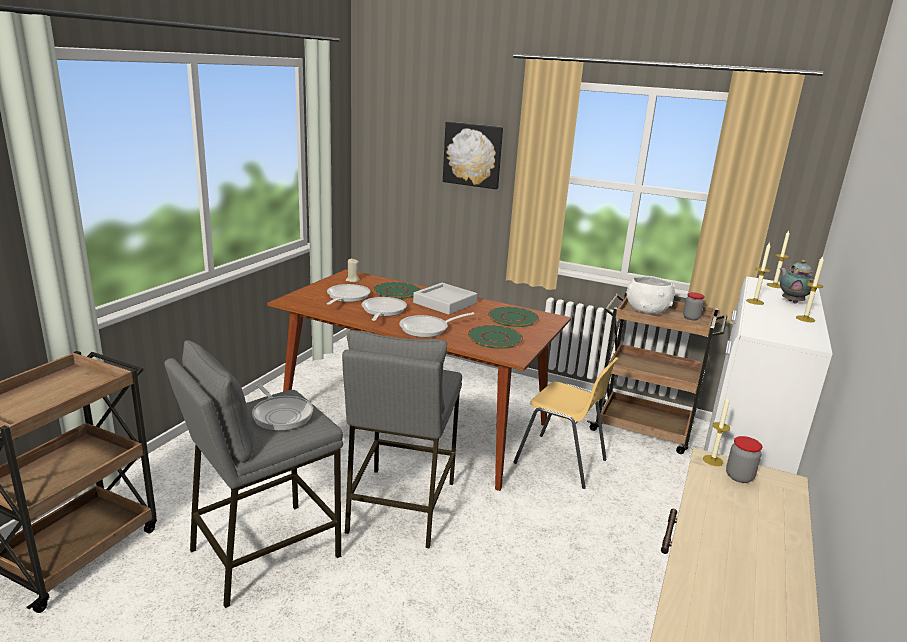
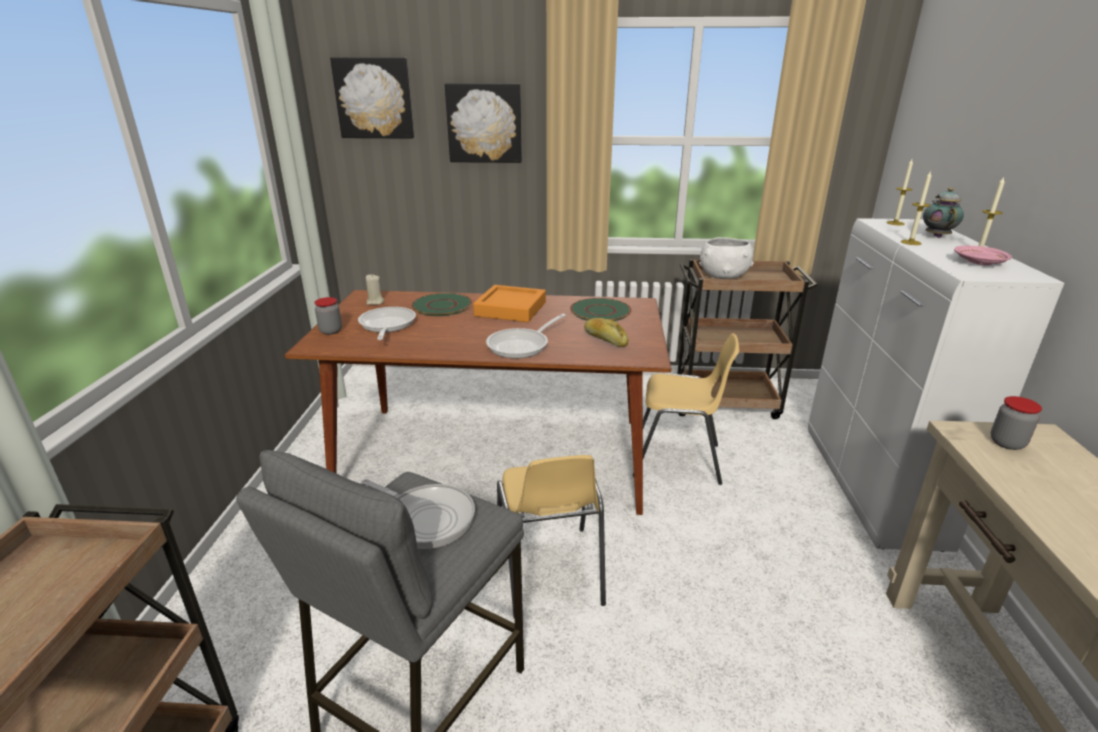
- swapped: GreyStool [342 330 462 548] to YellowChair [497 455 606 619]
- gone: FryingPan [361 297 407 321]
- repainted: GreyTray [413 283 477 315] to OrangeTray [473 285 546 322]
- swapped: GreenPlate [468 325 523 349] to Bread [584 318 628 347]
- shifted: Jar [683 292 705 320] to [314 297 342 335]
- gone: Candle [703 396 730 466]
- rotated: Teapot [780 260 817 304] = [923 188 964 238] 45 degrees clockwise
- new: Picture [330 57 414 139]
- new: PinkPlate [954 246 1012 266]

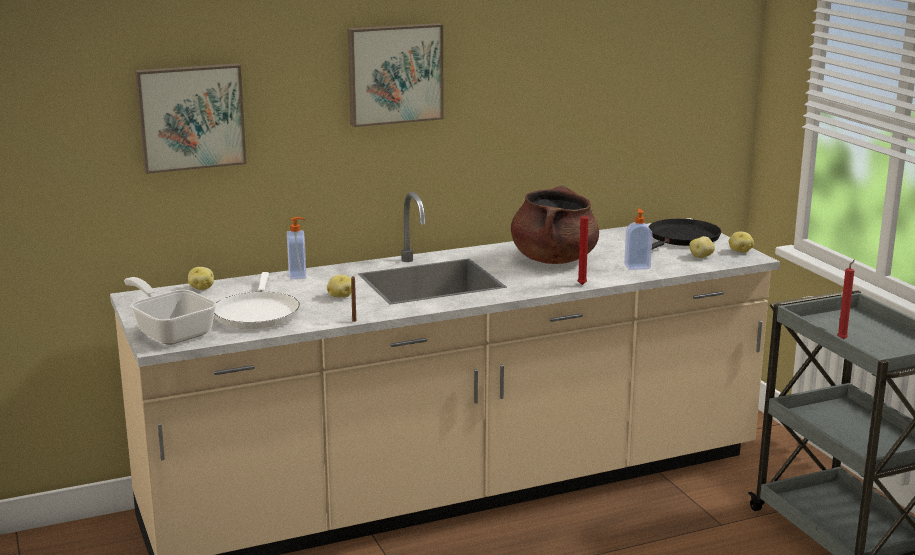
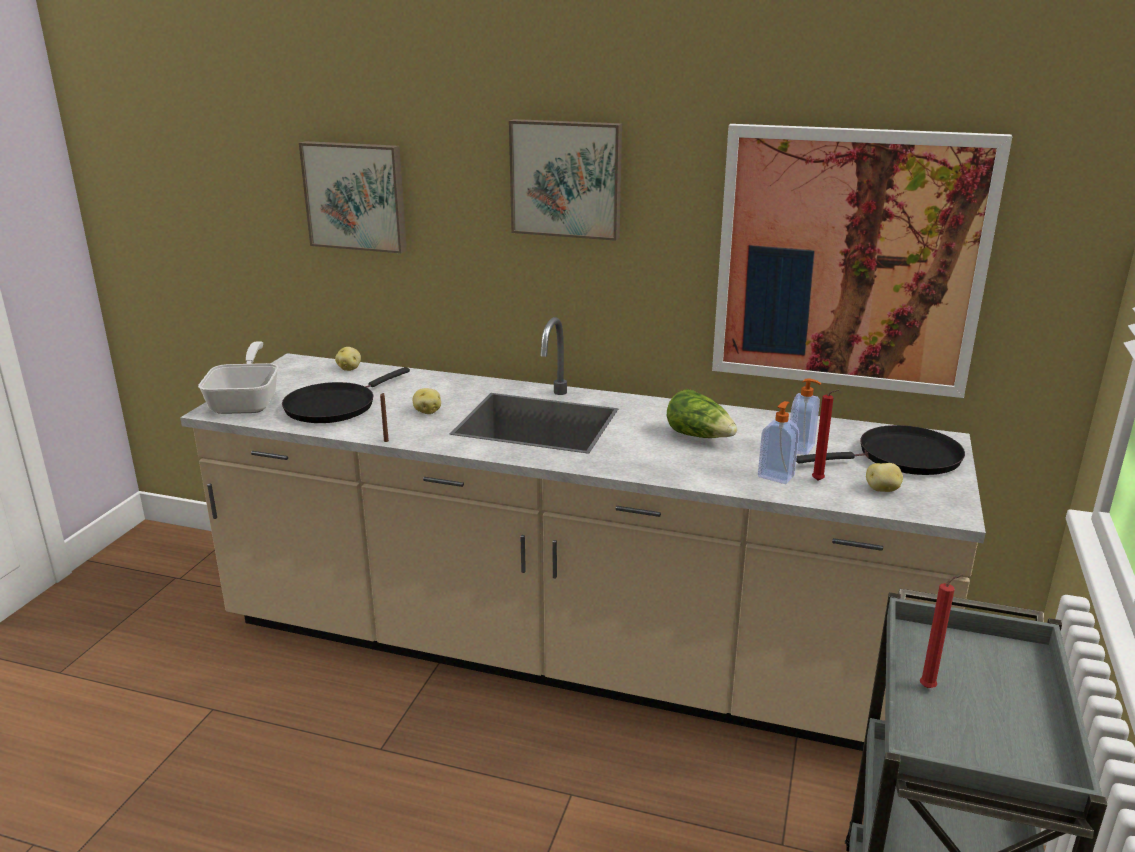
- repainted: WhiteFryingPan [214 272 300 329] to BlackFryingPan [282 367 410 423]
- shifted: SoapDispenser [287 217 306 280] to [790 378 822 455]
- swapped: BrownCookingPot [511 186 599 264] to Lettuce [667 389 737 438]
- shifted: RedCandle [577 210 593 285] to [812 390 839 481]
- gone: Potato [728 232 754 253]
- new: Picture [712 124 1012 398]

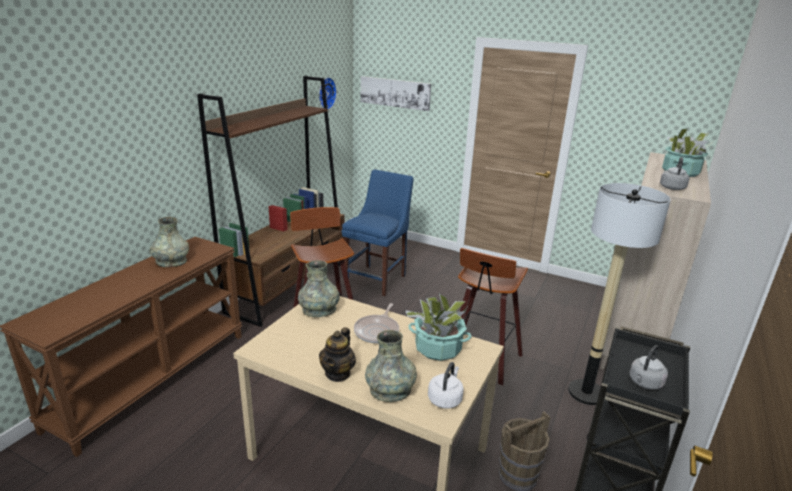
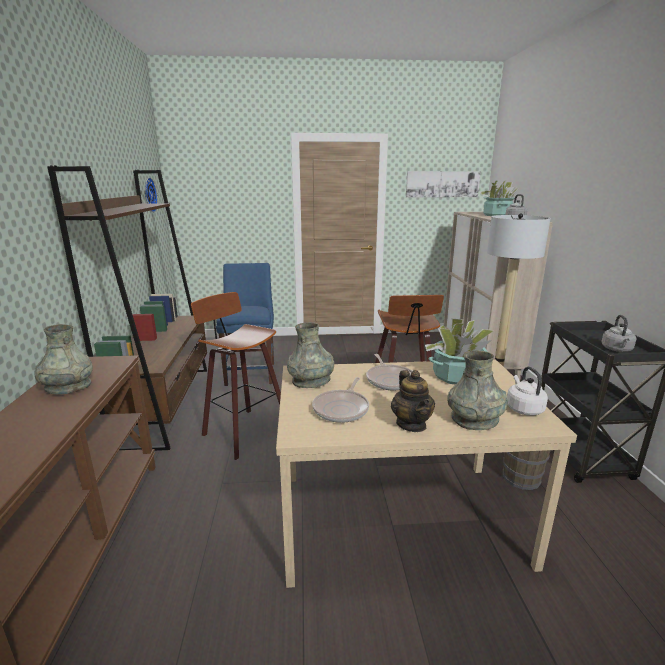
- shifted: Picture [361 76 431 111] to [406 171 481 198]
- new: FryingPan [312 377 369 423]

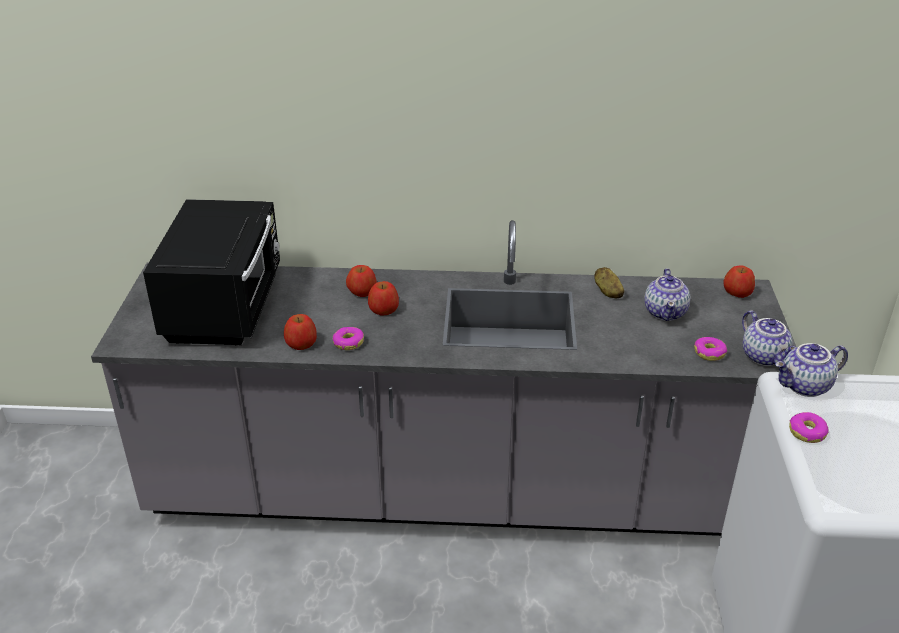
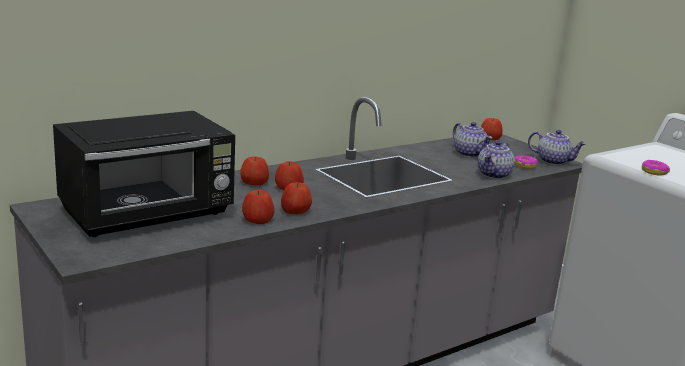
- rotated: BlackMicrowave [143 199 280 345] = [53 111 235 237] 90 degrees clockwise
- swapped: Donut [333 327 364 350] to Apple [281 182 312 214]
- gone: Potato [594 267 624 298]
- shifted: Teapot [775 343 848 397] to [477 141 515 179]

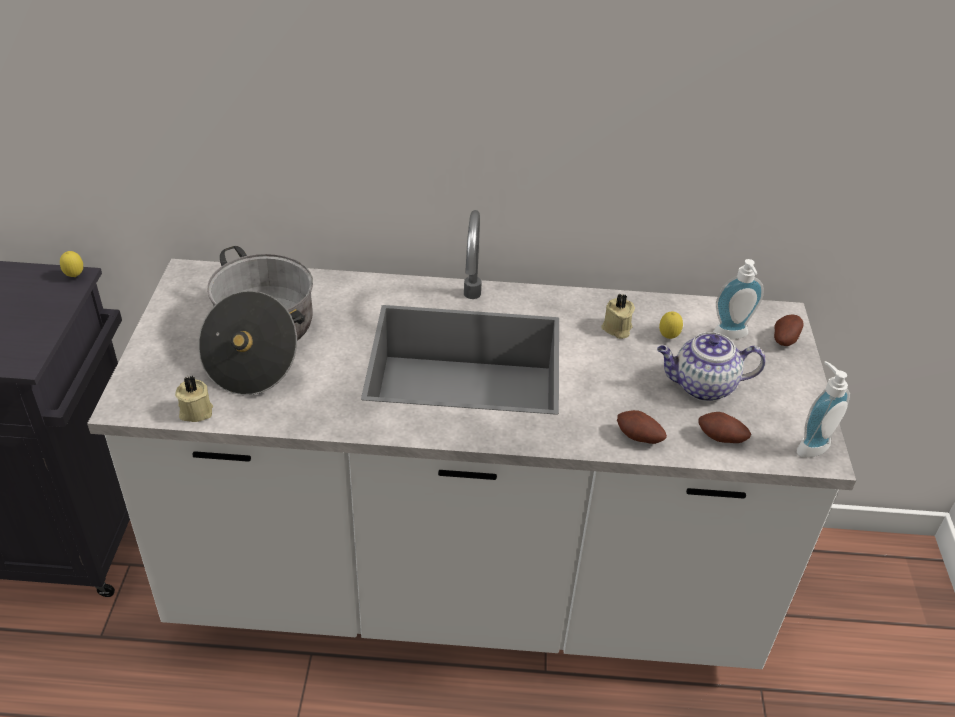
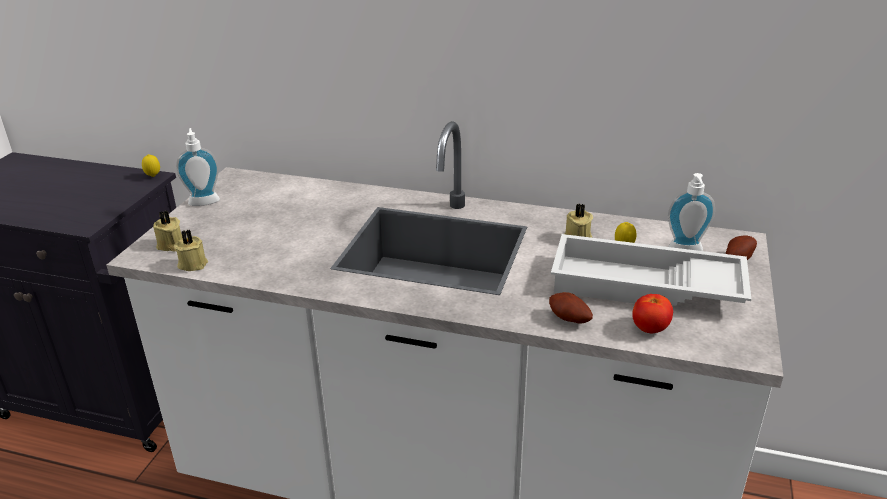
- gone: CookingPot [198 246 313 395]
- swapped: Teapot [657 332 766 402] to WhiteTray [551 234 751 306]
- swapped: Potato [699 412 751 443] to Tomato [632 294 673 333]
- shifted: SoapDispenser [797 361 850 458] to [176 128 220 206]
- new: BeigeCandle [153 211 182 252]

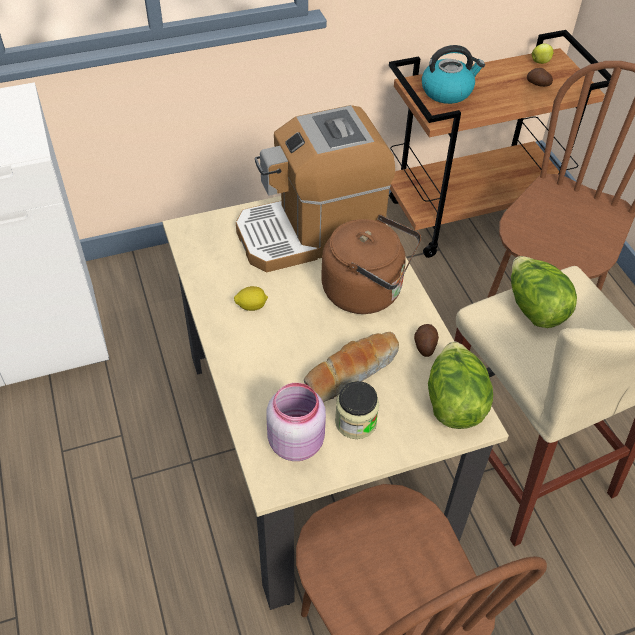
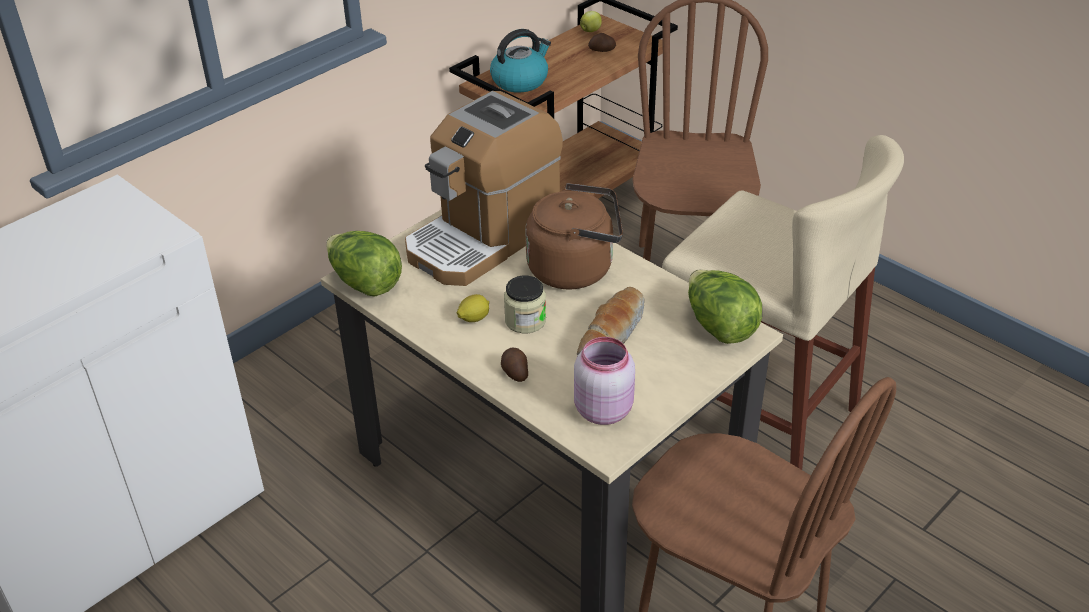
- shifted: Jar [335 381 379 439] to [504 275 546 333]
- shifted: Potato [414 324 439 357] to [501 348 528 382]
- shifted: Lettuce [511 256 577 328] to [326 231 402 297]

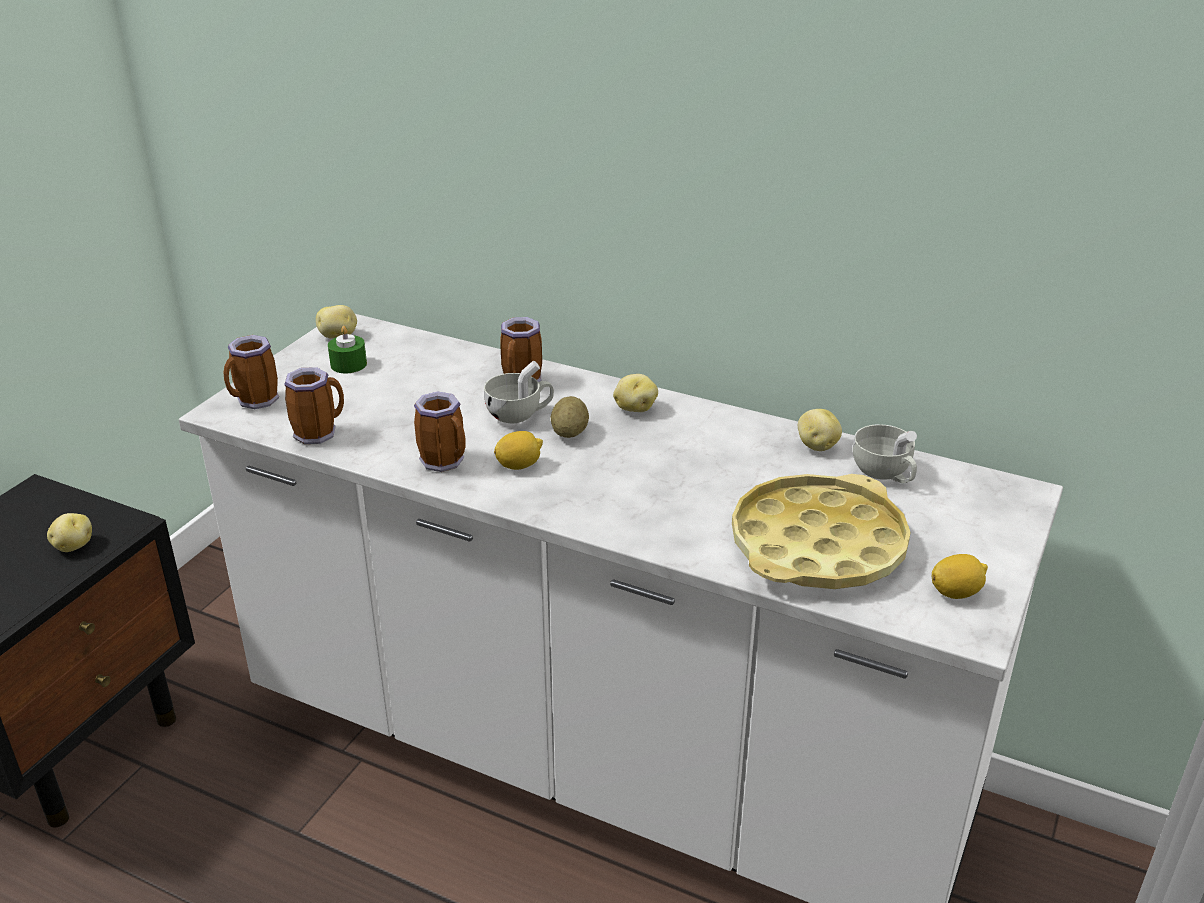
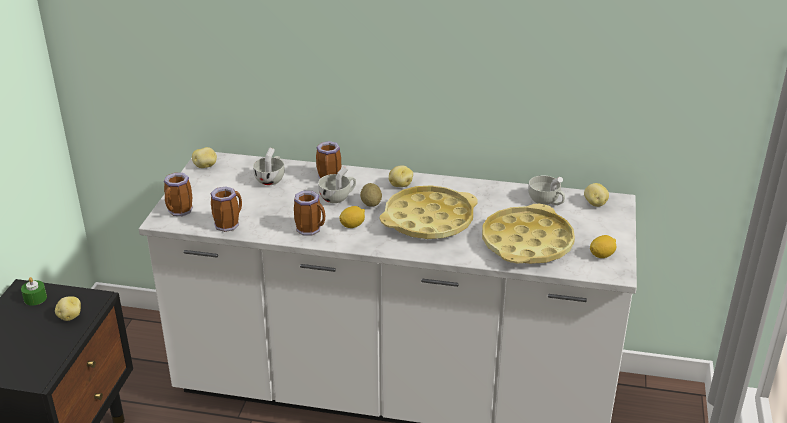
- shifted: GreenCandle [328 326 367 373] to [21 277 47 306]
- shifted: Potato [798 409 842 451] to [584 183 609 207]
- new: WhiteCup [253 148 285 185]
- new: YellowTray [380 185 478 239]

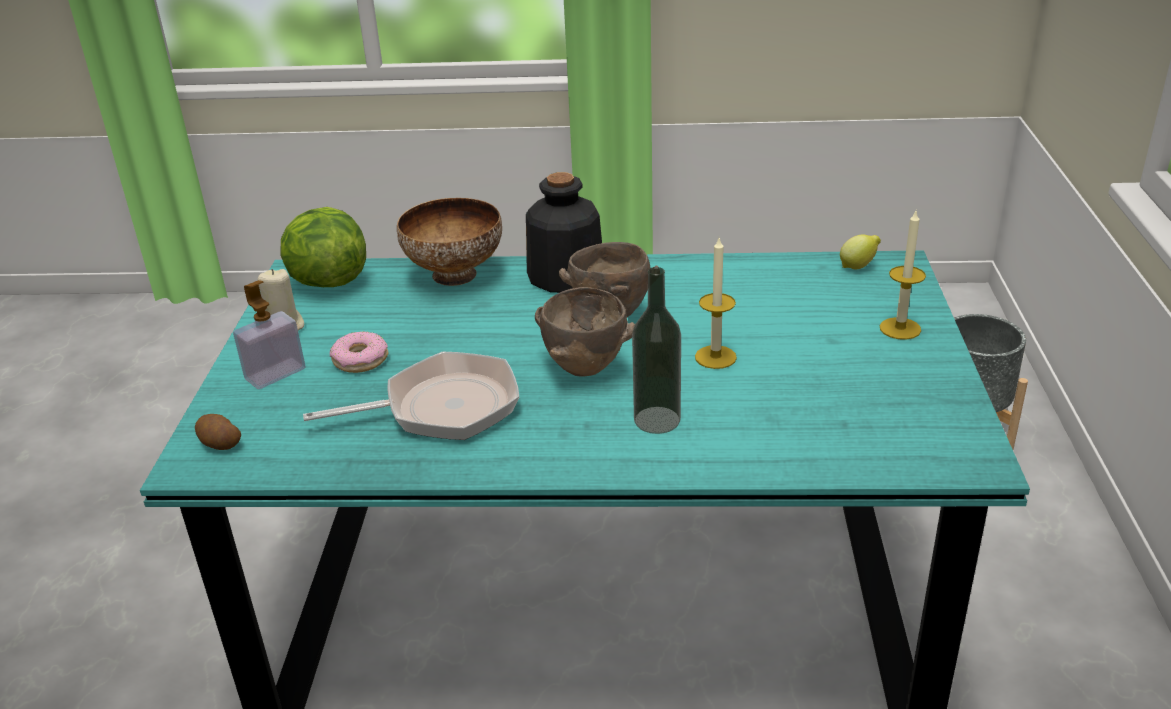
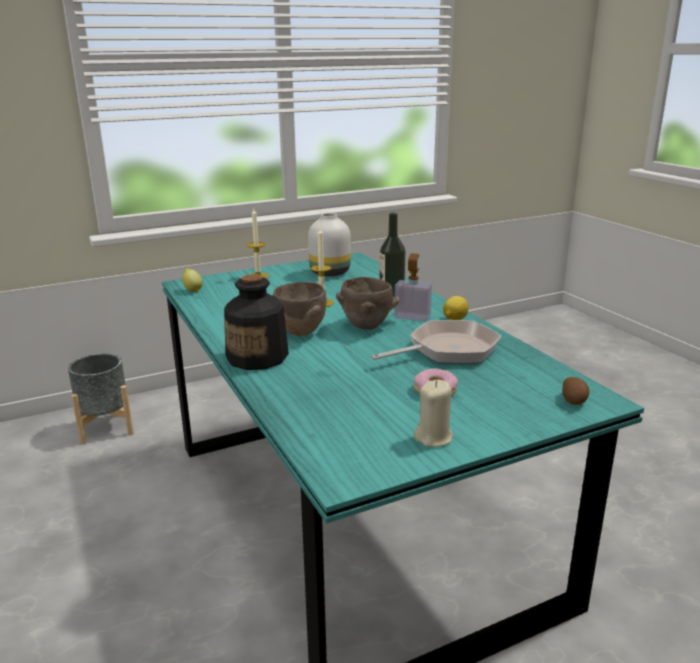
- shifted: SoapDispenser [233 280 305 389] to [394 253 432 322]
- gone: Lettuce [280 207 366 287]
- rotated: FryingPan [303 351 519 440] = [371 320 501 364] 105 degrees clockwise
- gone: Bowl [397 198 502 286]
- new: WhiteVase [308 213 351 276]
- new: Lemon [443 296 469 320]

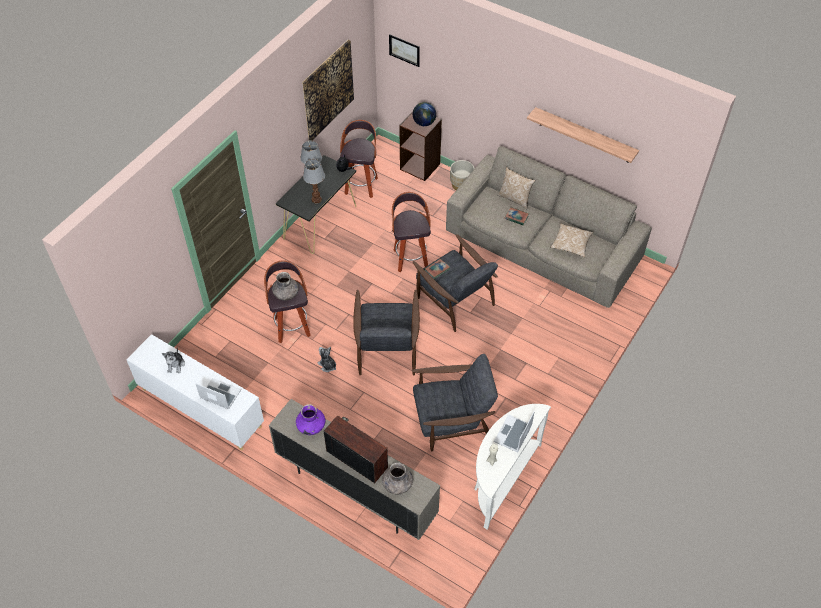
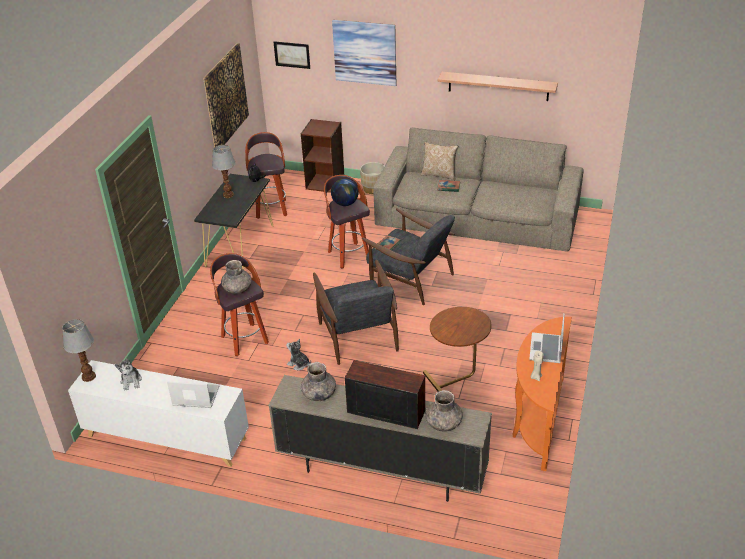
- repainted: PurpleVase [296 404 325 435] to GreyVase [301 362 336 401]
- shifted: TableLamp [303 159 325 203] to [62 319 96 382]
- swapped: GreyArmchair [412 354 498 451] to BrownSideTable [423 307 492 392]
- shifted: Globe [413 102 436 126] to [331 179 358 206]
- repainted: WhiteConsoleTable [474 404 551 530] to OrangeConsoleTable [512 317 572 471]
- gone: Pillow [550 223 593 258]
- new: Picture [332 20 396 86]

